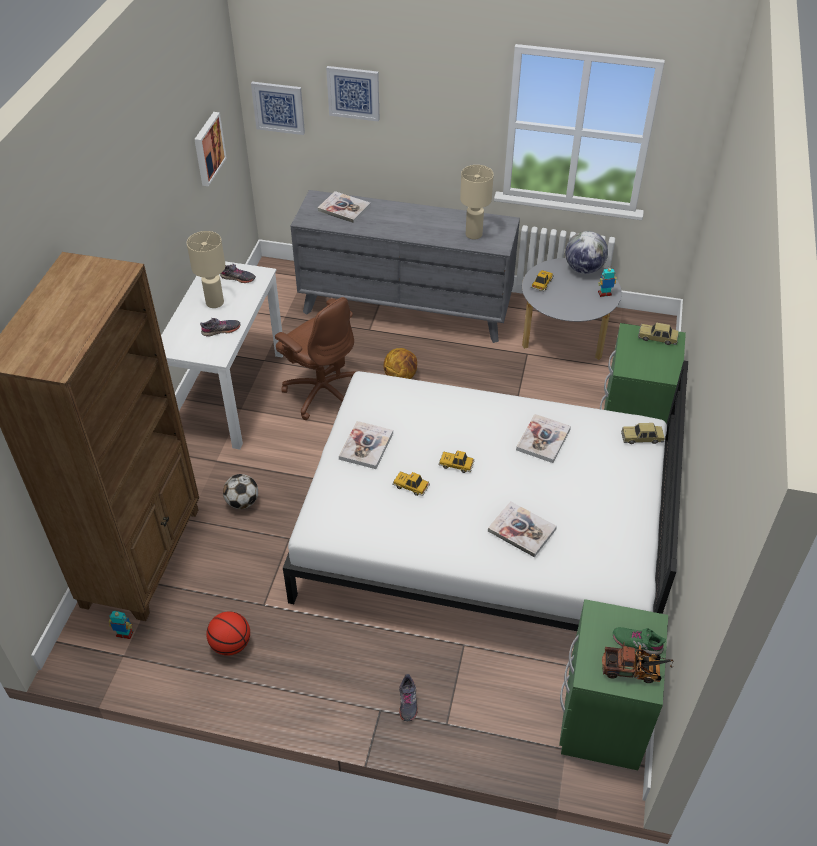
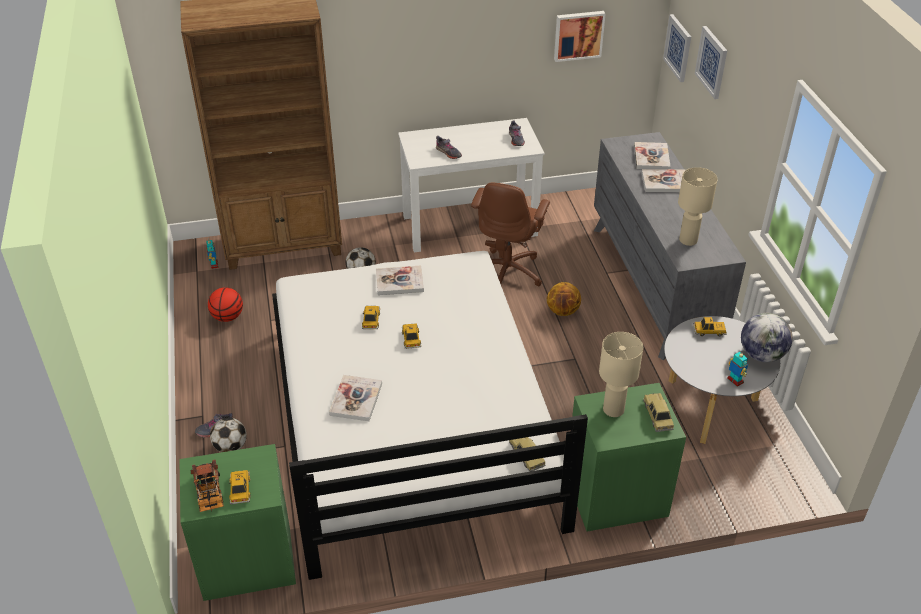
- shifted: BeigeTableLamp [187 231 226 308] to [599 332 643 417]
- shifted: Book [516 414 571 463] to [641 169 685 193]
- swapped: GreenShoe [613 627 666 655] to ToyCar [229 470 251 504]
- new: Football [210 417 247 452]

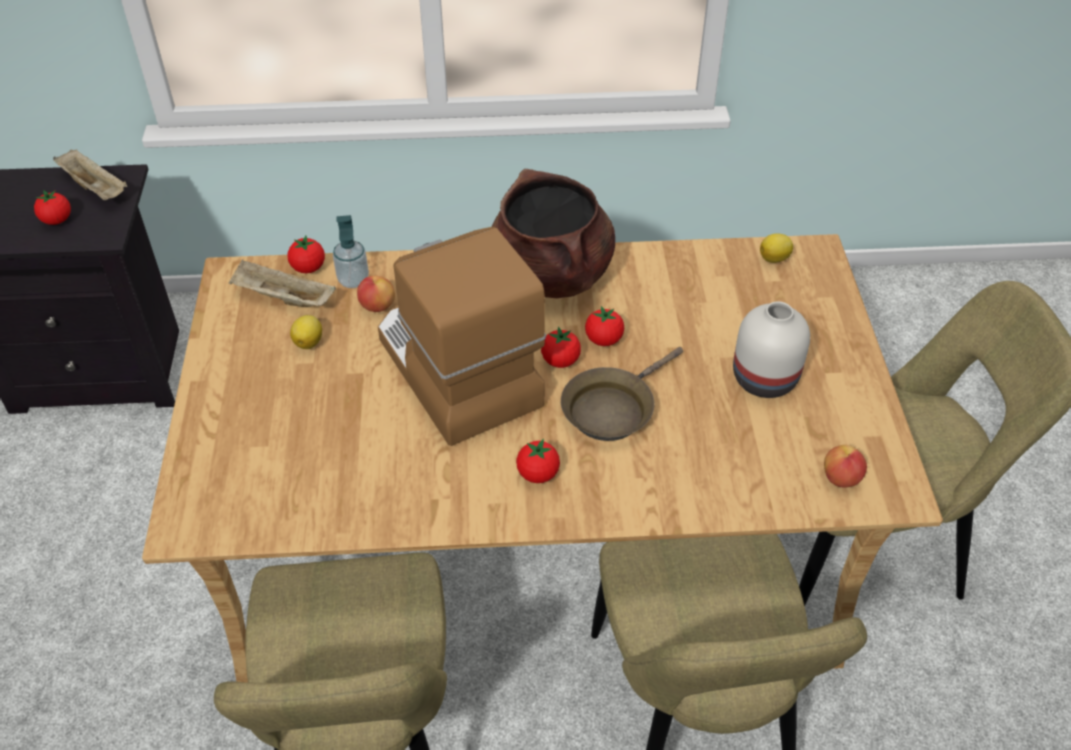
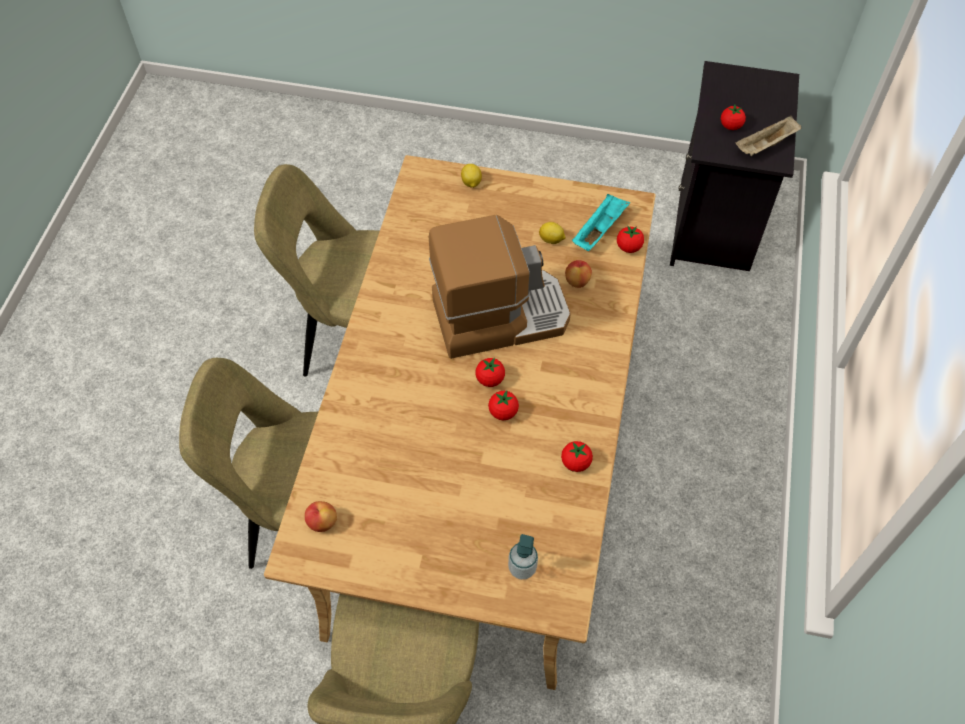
- repainted: BeigeTray [229 260 336 307] to TurquoiseTray [572 194 630 251]
- shifted: SoapDispenser [333 215 369 288] to [508 534 538 580]
- gone: BrownCookingPot [492 169 615 298]
- shifted: Tomato [516 439 560 483] to [561 441 593 472]
- gone: BrownFryingPan [561 347 683 441]
- gone: WhiteVase [733 301 810 398]
- shifted: Lemon [760 233 793 263] to [461 164 482 188]

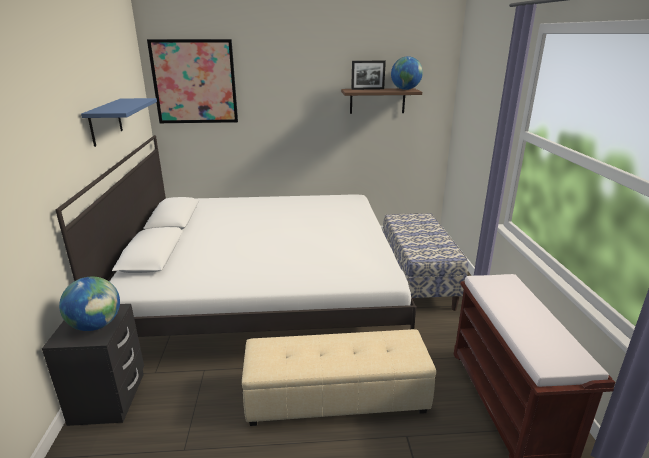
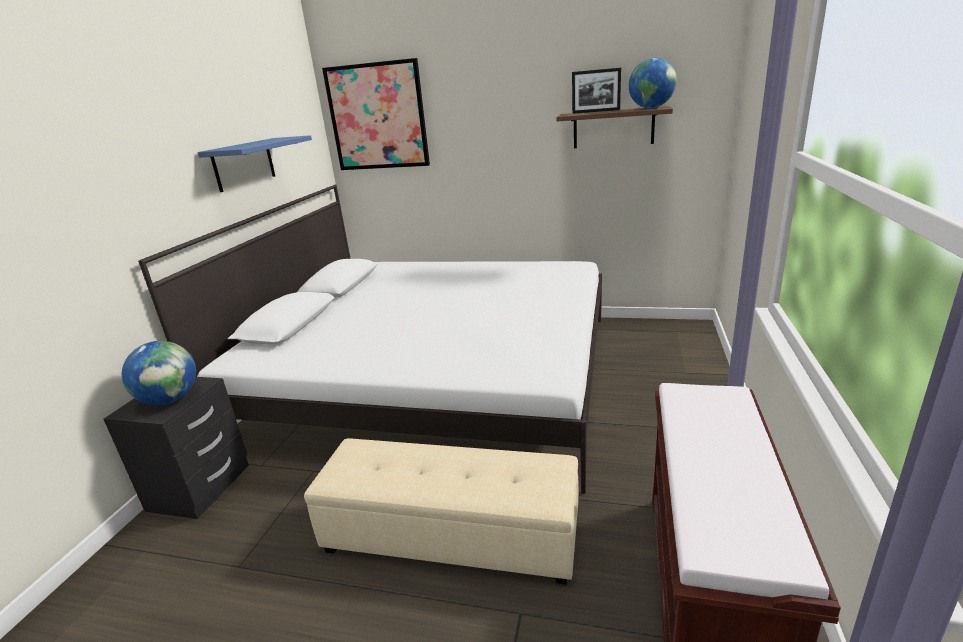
- gone: Bench [383 213 468 311]

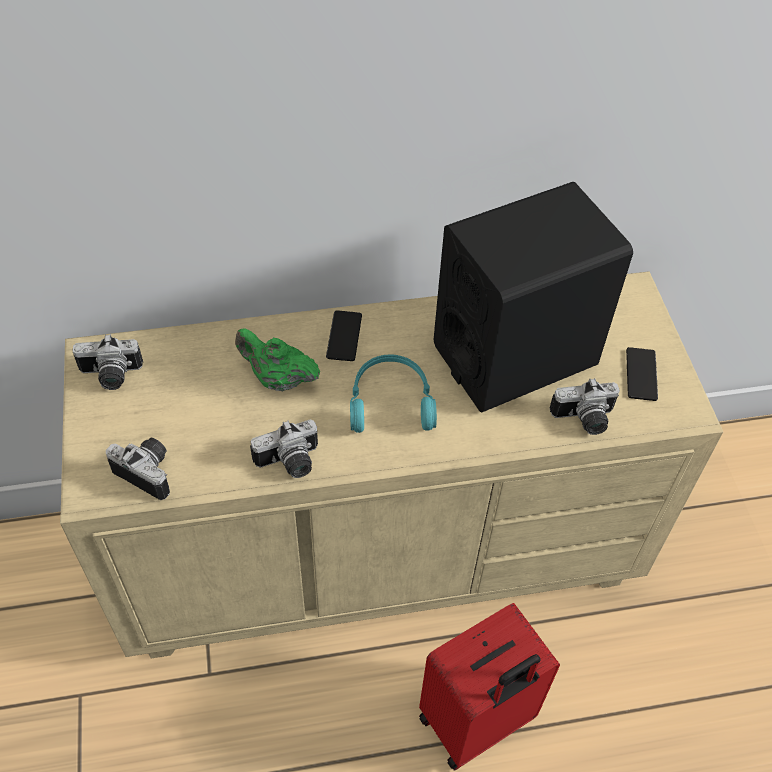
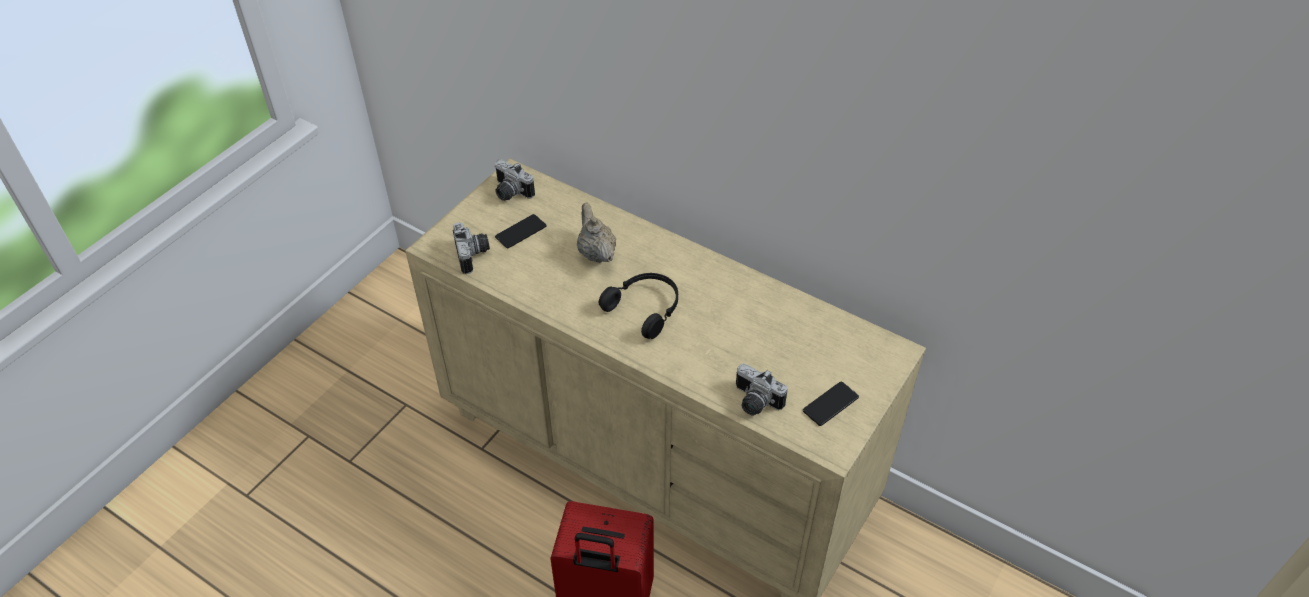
- repainted: GreenTeapot [235 328 320 391] to BeigeTeapot [577 202 616 263]
- gone: PhotoCamera [250 419 318 478]
- shifted: Phone [326 310 362 361] to [495 214 547 248]
- repainted: TurquoiseHeadphones [350 355 437 433] to BlackHeadphones [599 273 678 339]
- gone: BlackSpeaker [433 182 633 412]

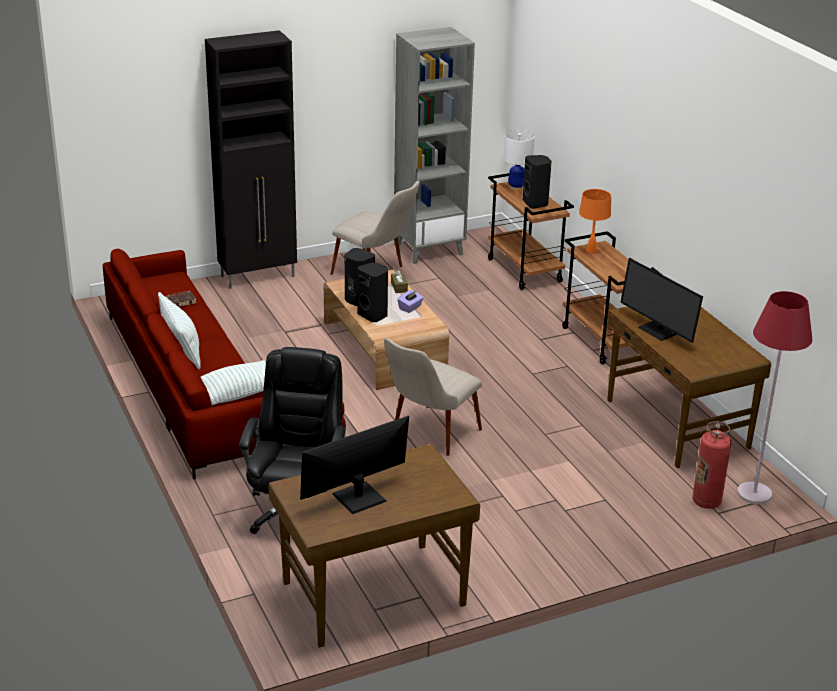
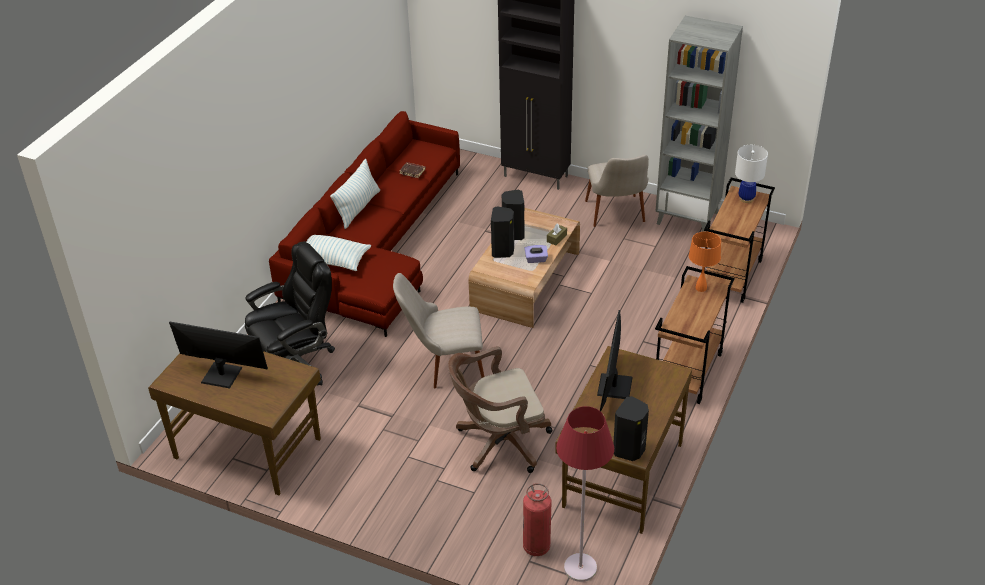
- shifted: BlackSpeaker [523 155 551 209] to [613 396 649 461]
- new: BrownOfficeChair [448 346 552 473]

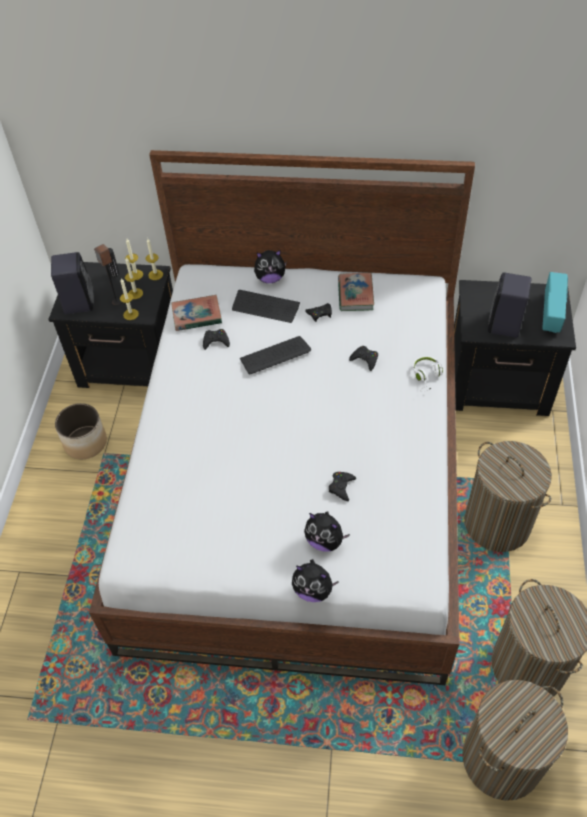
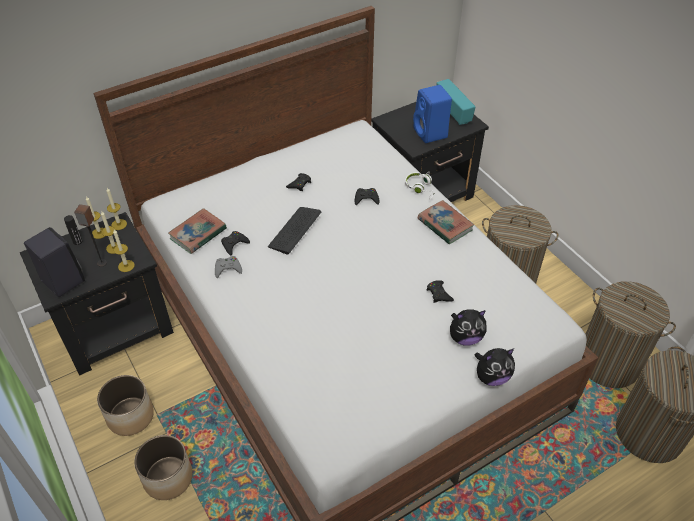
- gone: Keyboard [232 290 300 323]
- gone: PlushToy [254 250 287 283]
- shifted: Book [338 273 374 311] to [418 200 474 244]
- repainted: BlackSpeaker [488 272 532 338] to BlueSpeaker [413 85 452 143]
- new: Planter [134 435 193 500]
- new: GreyGameController [215 256 242 278]

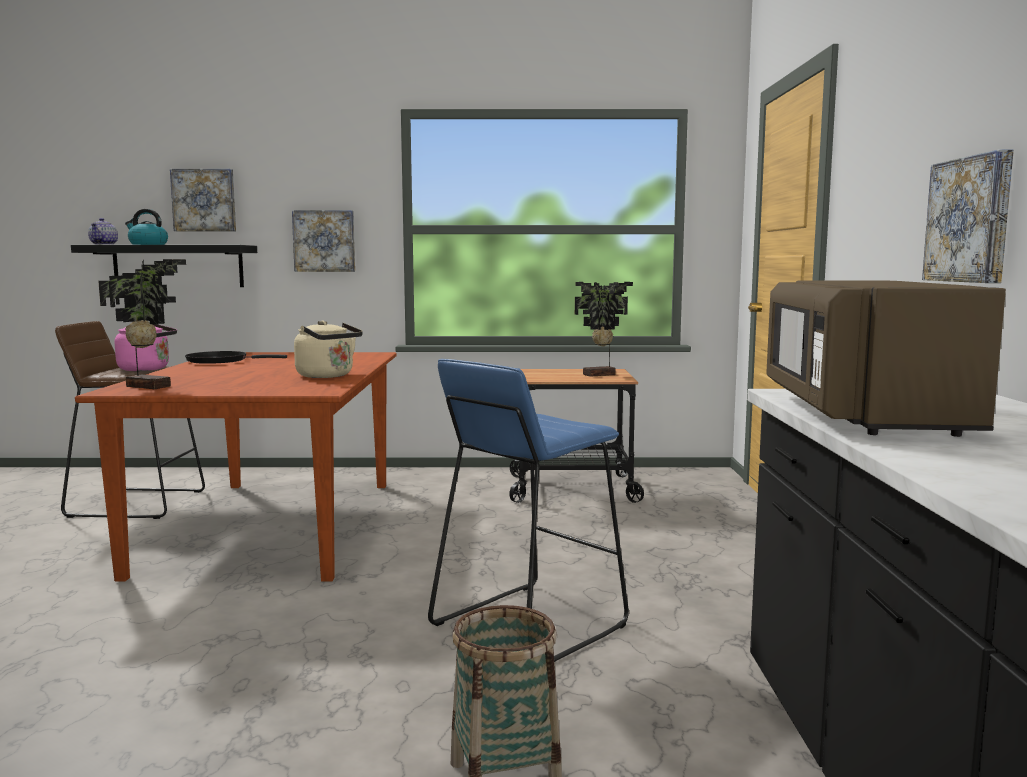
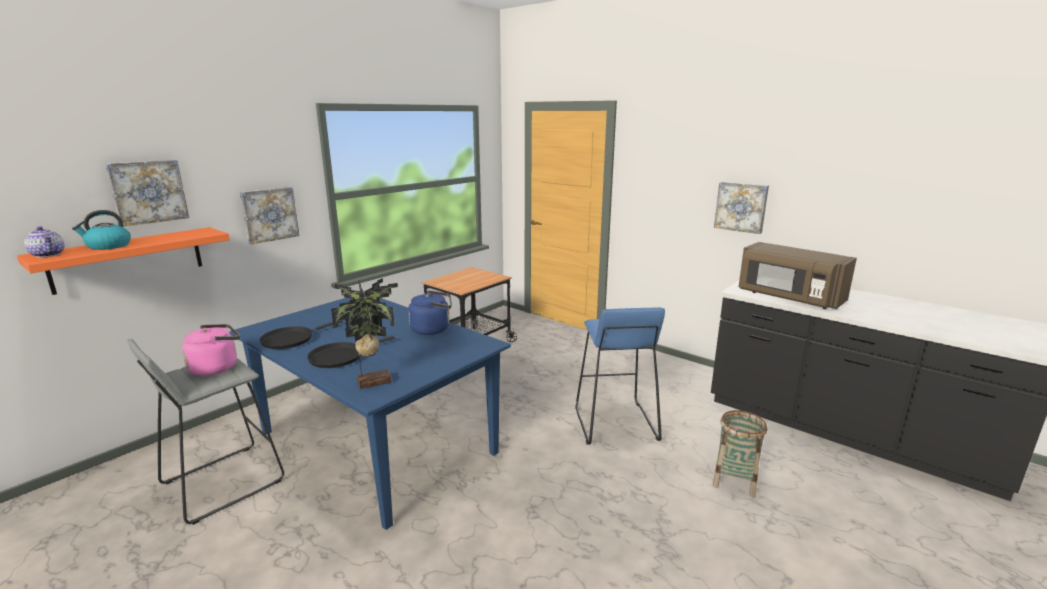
- repainted: BrownStool [55 321 205 519] to GreyStool [127 339 284 525]
- repainted: BlackShelf [71 245 257 287] to OrangeShelf [17 227 230 295]
- repainted: BrownDiningTable [75 352 396 582] to BlueDiningTable [229 292 511 530]
- repainted: BeigeKettle [294 321 363 378] to BlueKettle [408 290 452 335]
- gone: PottedPlant [575 282 633 377]
- new: BlackFryingPan [307 336 395 368]

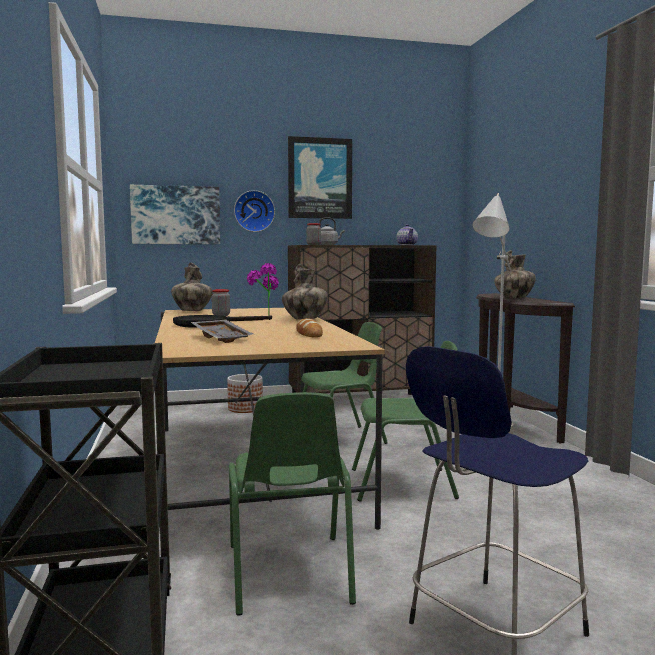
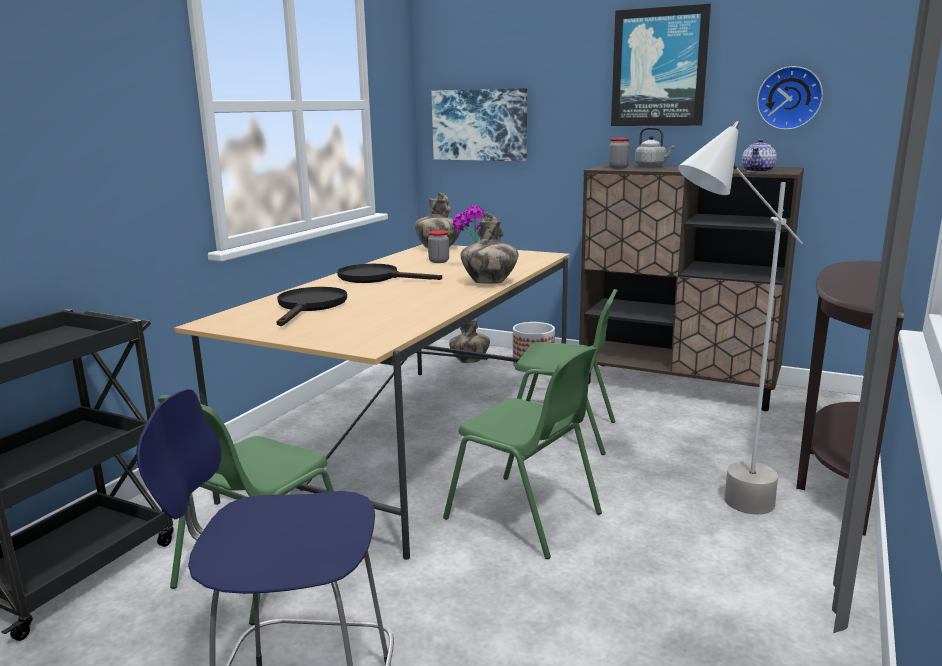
- swapped: GreyTray [191 320 253 343] to BlackFryingPan [276 287 347 326]
- shifted: WallClock [234 190 275 232] to [757 66 823 130]
- gone: Bread [296 318 323 338]
- shifted: Vase [494 250 536 299] to [449 319 490 363]

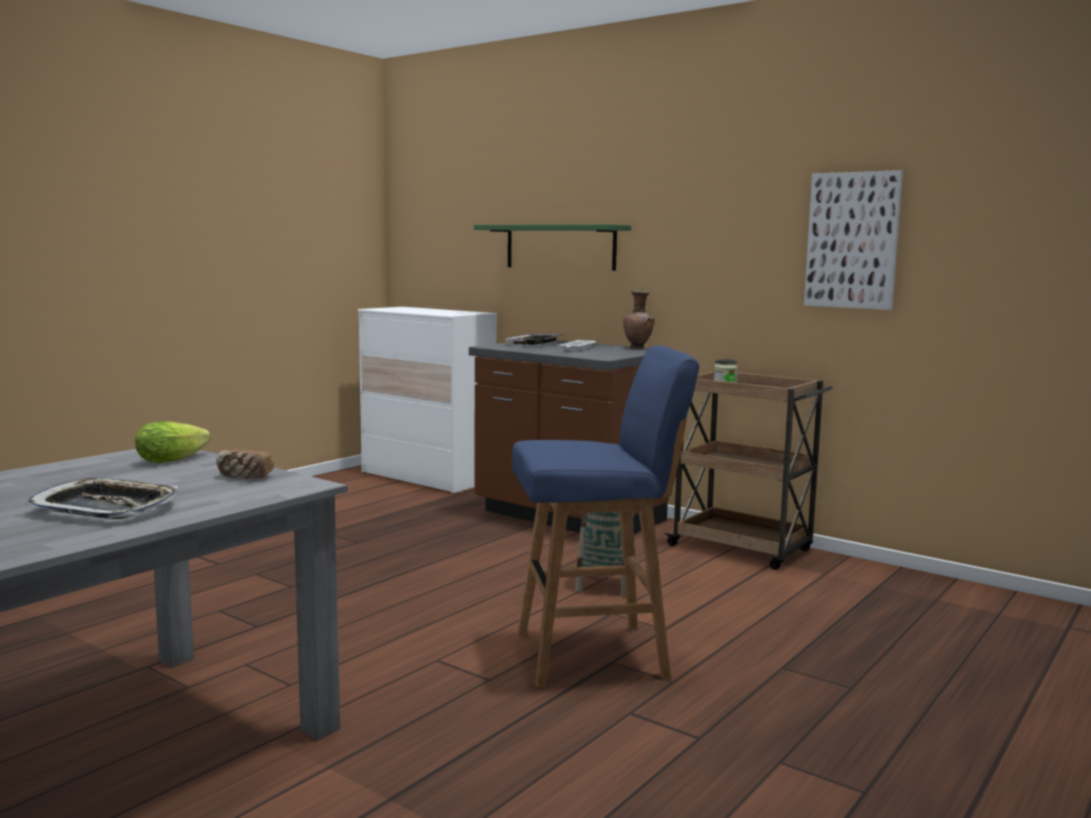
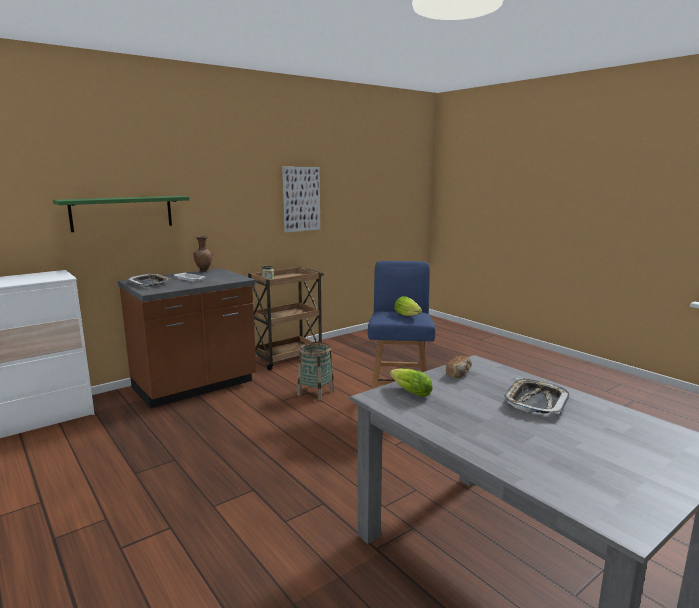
- new: Lettuce [394 296 422 316]

